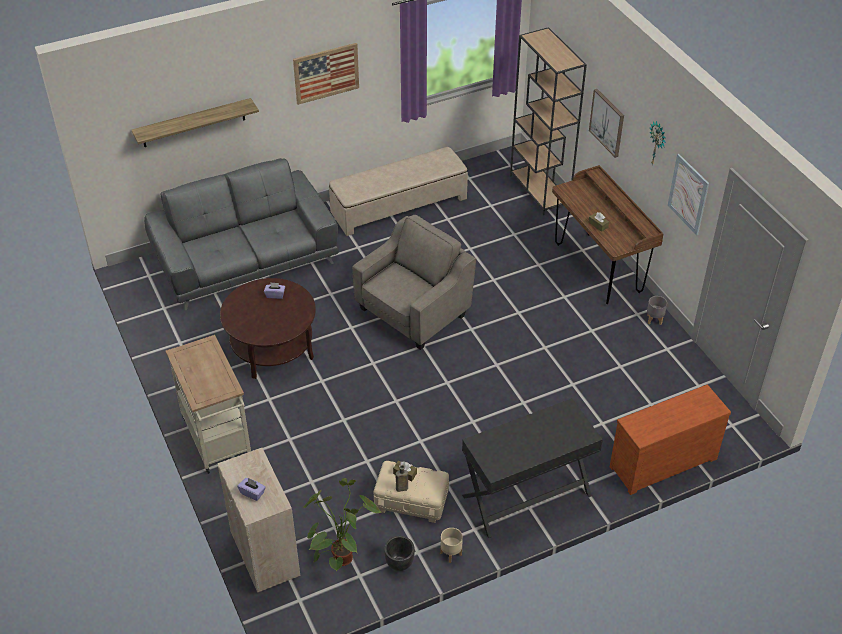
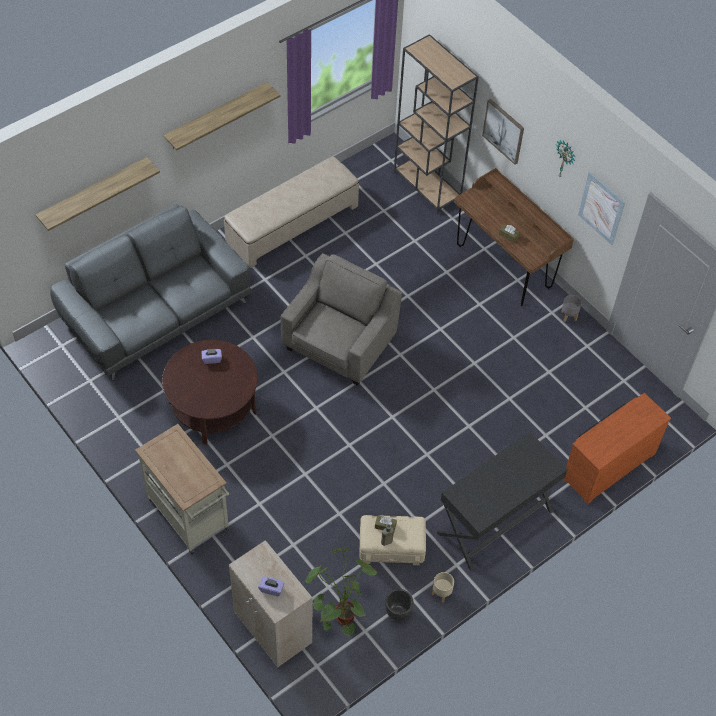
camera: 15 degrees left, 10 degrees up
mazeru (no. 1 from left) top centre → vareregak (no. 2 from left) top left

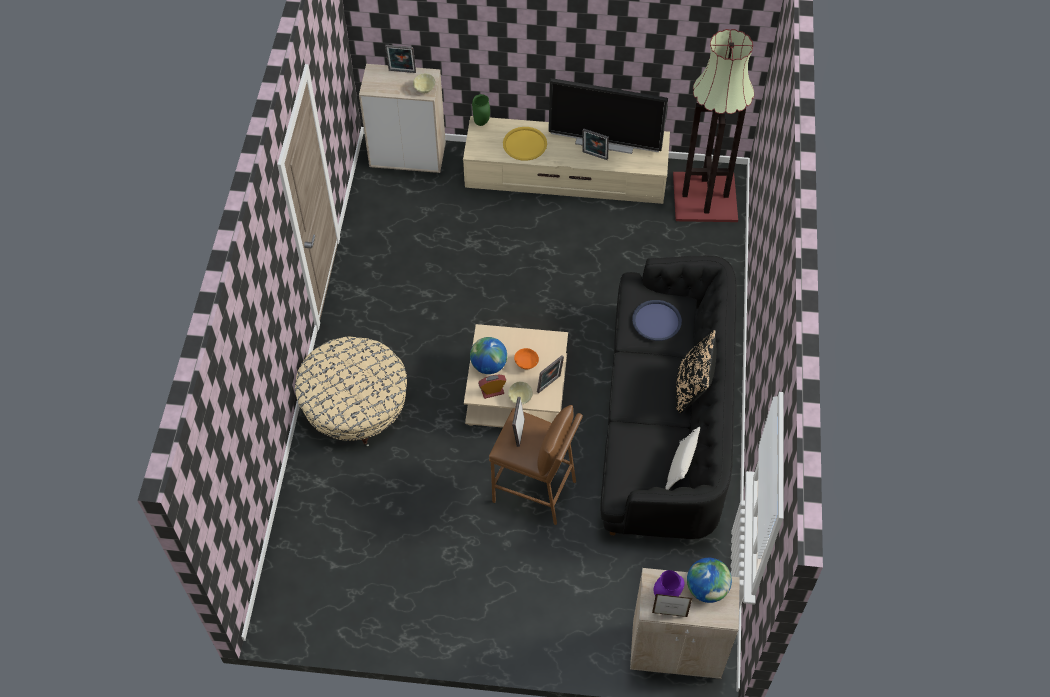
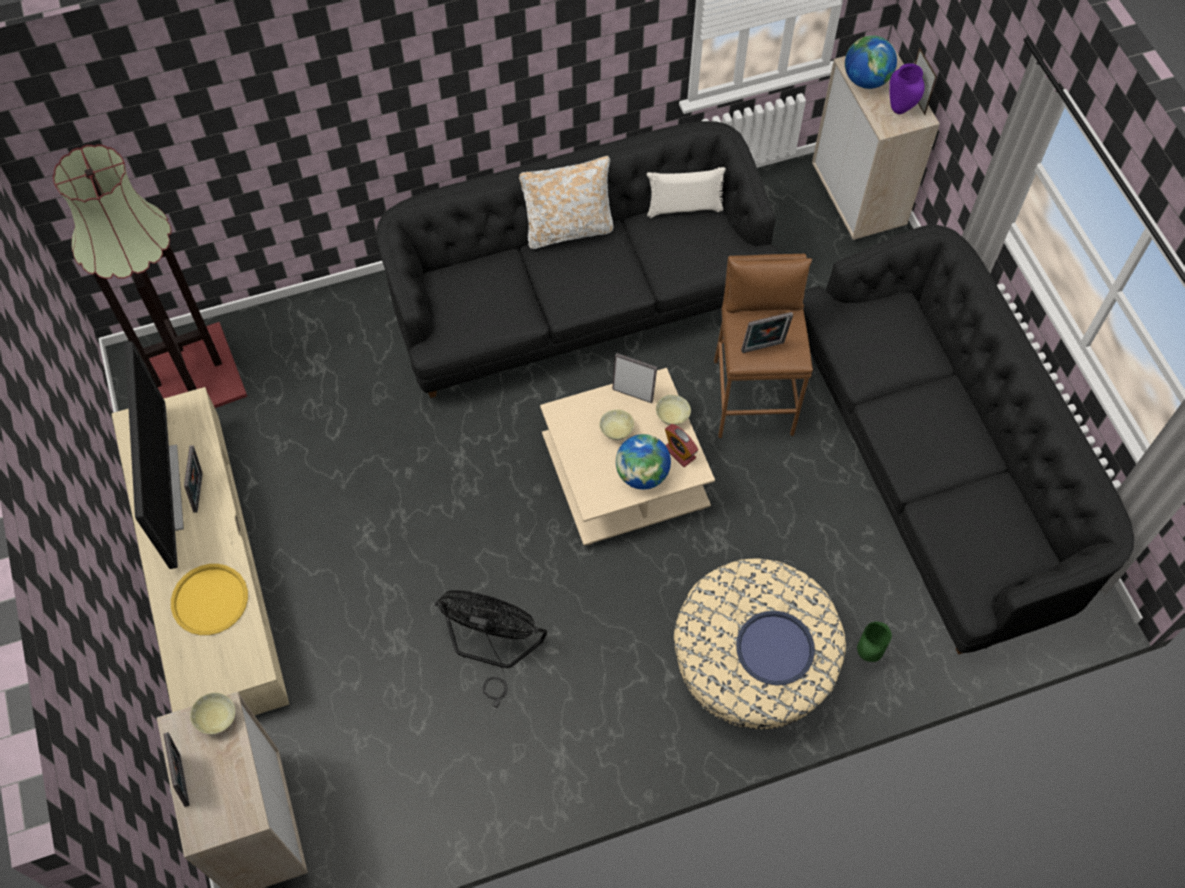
camera: 115 degrees left, 5 degrees up
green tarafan top centre → green tarafan bottom right, relocated
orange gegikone centre → beige gegikone (no. 2 from left) centre
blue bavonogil centre → blue bavonogil bottom centre, relocated
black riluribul centre → white riluribul (no. 1 from left) top centre
- → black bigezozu bottom centre
- → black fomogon (no. 2 from left) middle right

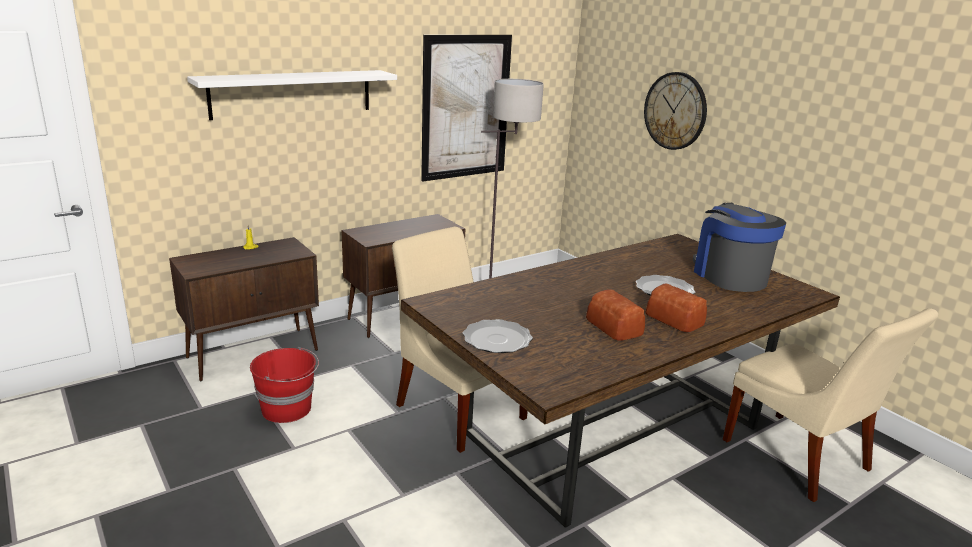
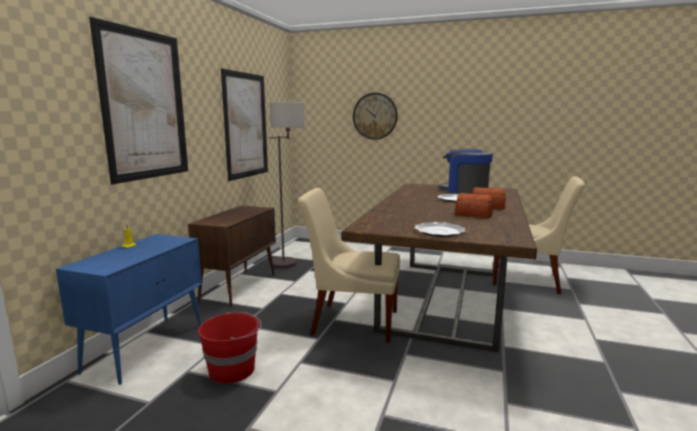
camera: 35 degrees left, 10 degrees down
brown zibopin (no. 1 from left) middle left → blue zibopin bottom left
white vareregak top left → mazeru (no. 1 from left) top left

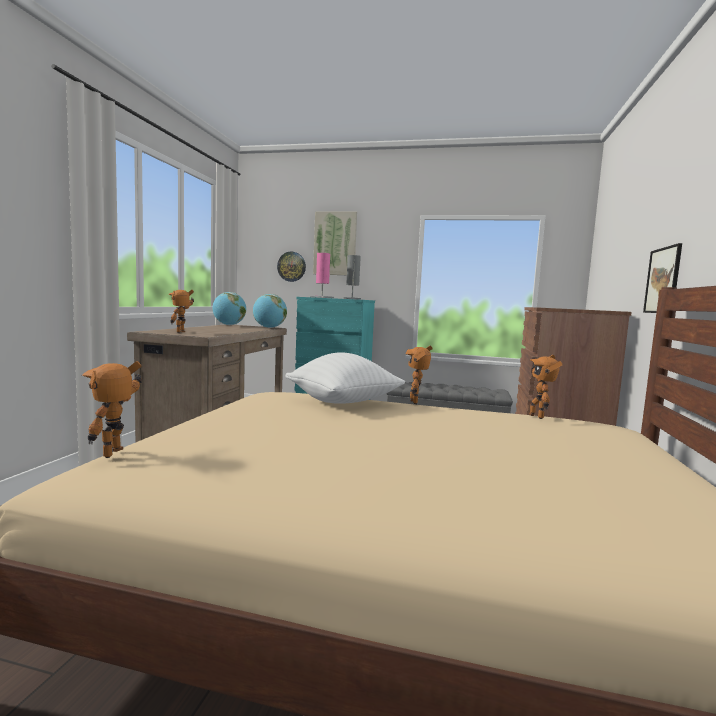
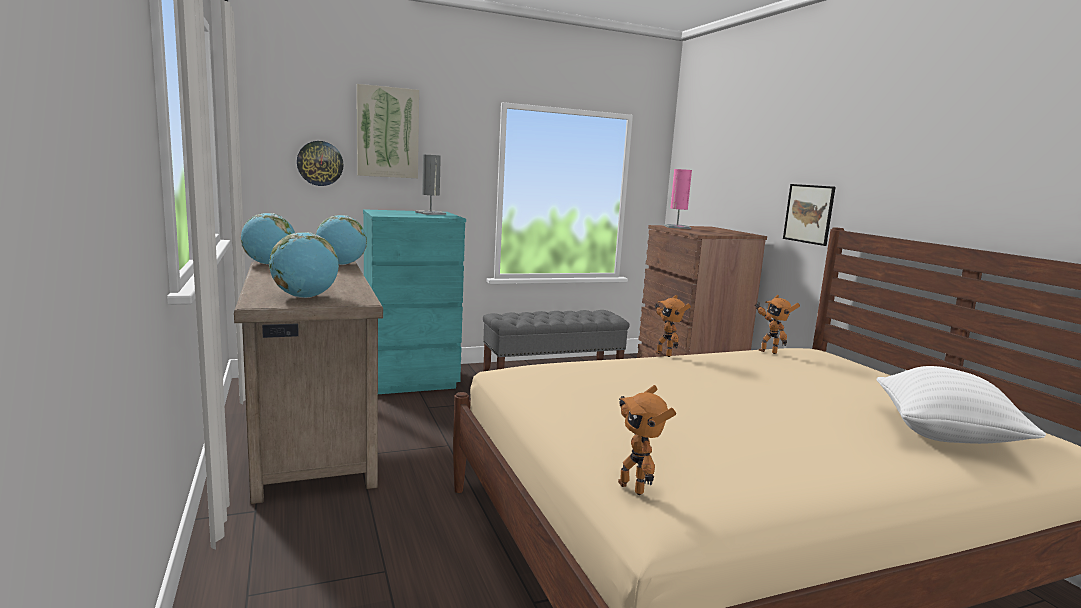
camera: 35 degrees left, 5 degrees up
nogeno (no. 2 from left) middle left → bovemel (no. 2 from left) middle left
white riluribul centre → white riluribul middle right, relocated
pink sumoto centre → pink sumoto top centre, relocated

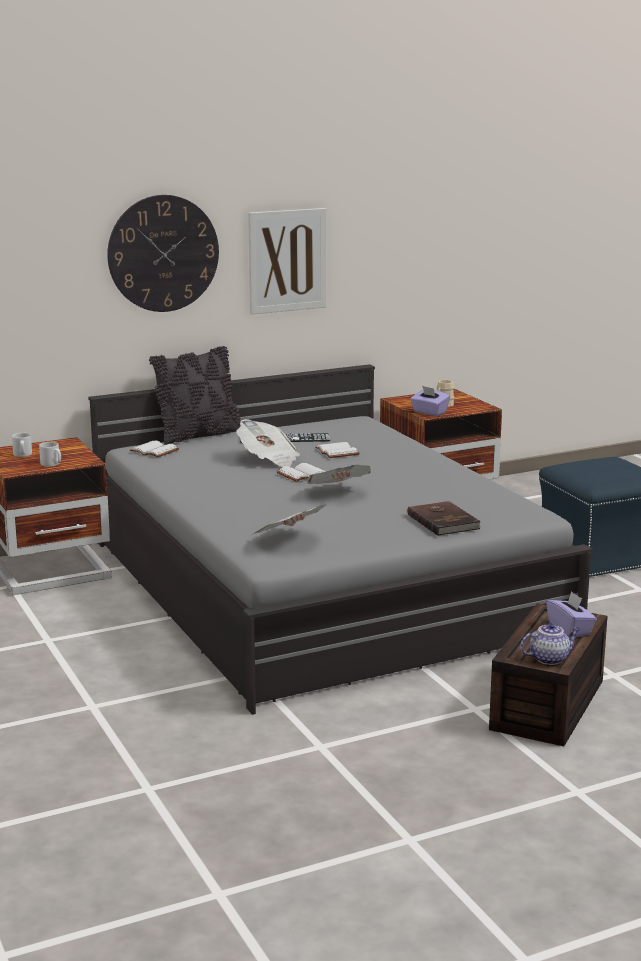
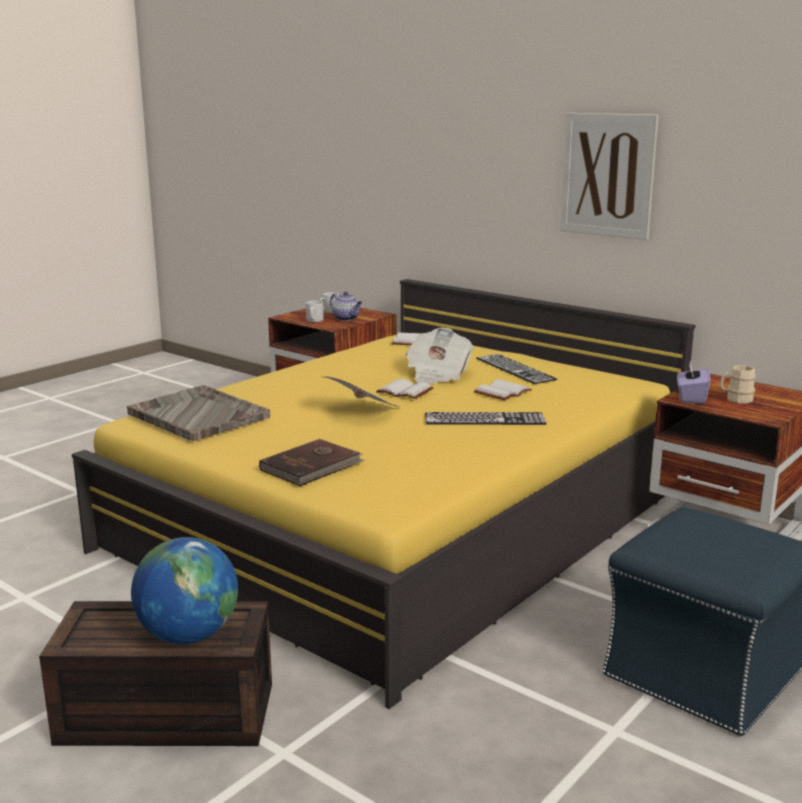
camera: 65 degrees right, 0 degrees up
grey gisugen centre → yellow gisugen centre
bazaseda top left → -
black riluribul middle left → -
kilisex (no. 2 from left) centre → grey bavonogil middle left
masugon bottom right → masugon centre, relocated
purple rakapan (no. 2 from left) middle right → bovemel bottom left
- → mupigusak (no. 1 from left) centre

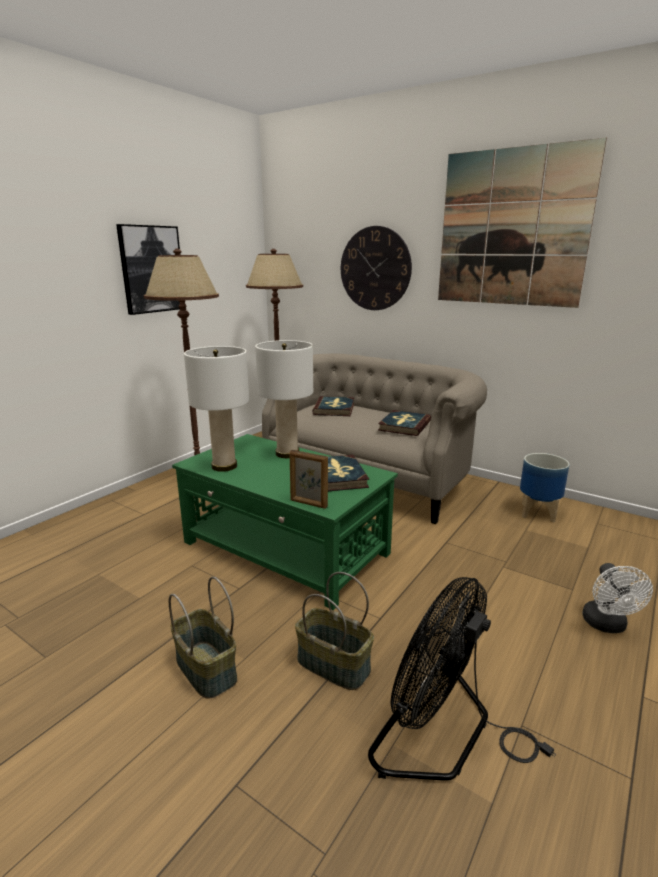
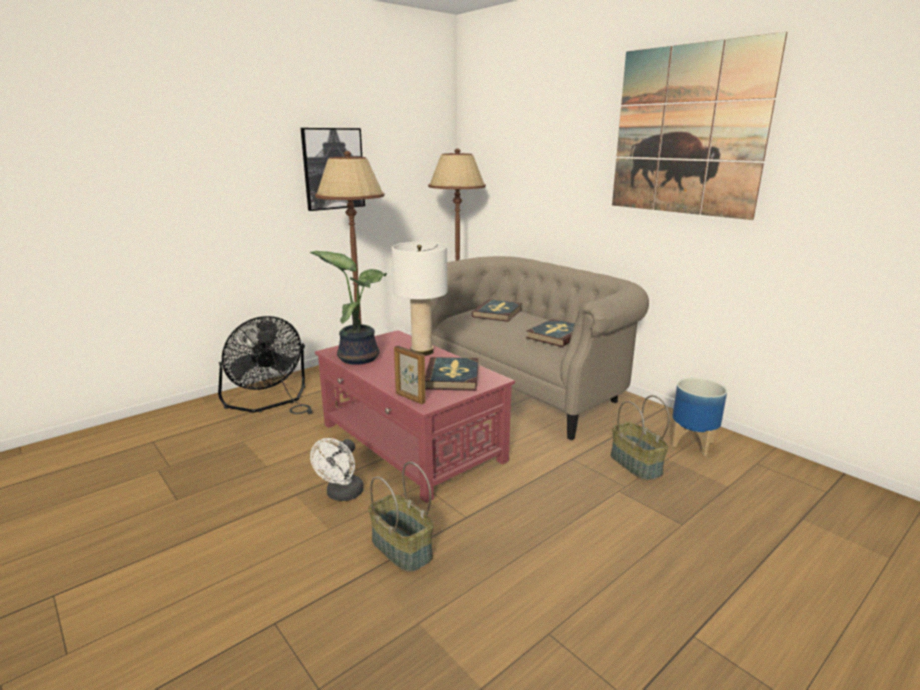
camera: 15 degrees right, 0 degrees up
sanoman (no. 1 from left in the first image) bottom left → sanoman (no. 2 from left) middle right, relocated
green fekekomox centre → red fekekomox centre
white sumoto (no. 1 from left) middle left → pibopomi centre
bazaseda top centre → -
black bigezozu bottom right → black bigezozu middle left, relocated
white bigezozu bottom right → white bigezozu bottom centre, relocated

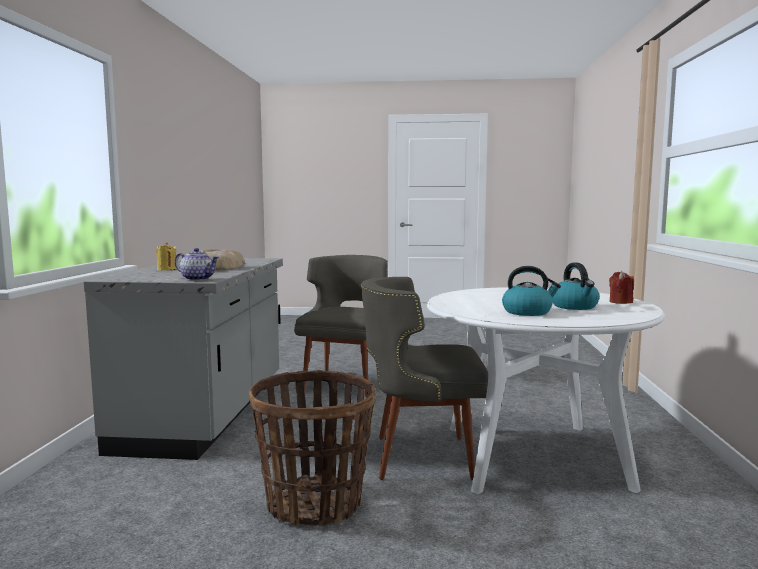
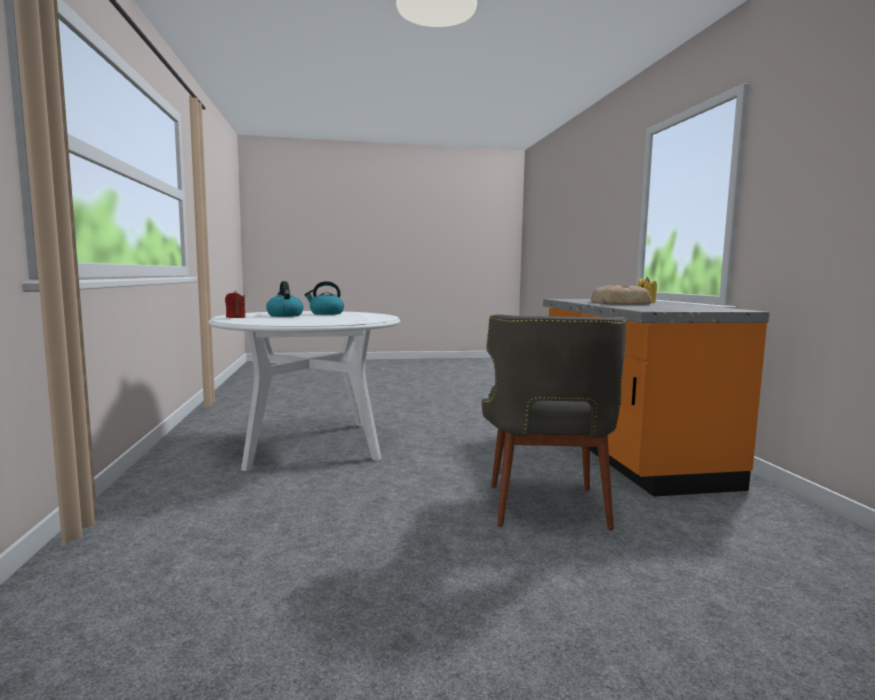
camera: 165 degrees right, 0 degrees up
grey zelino middle left → orange zelino middle right
masugon middle left → -
sanoman bottom centre → -
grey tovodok (no. 2 from left) centre → -

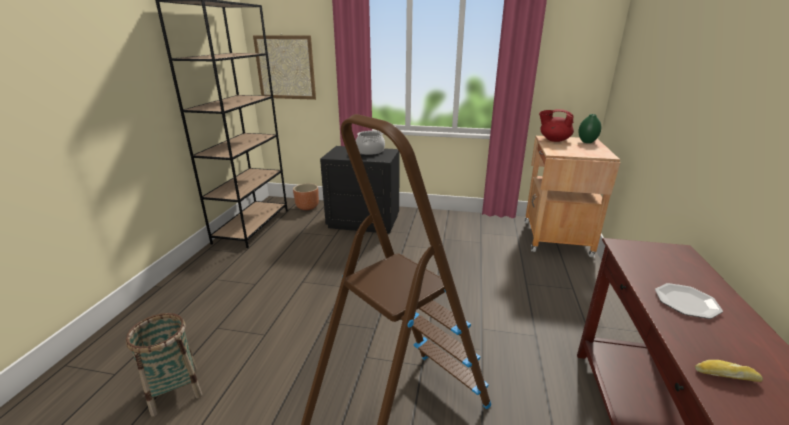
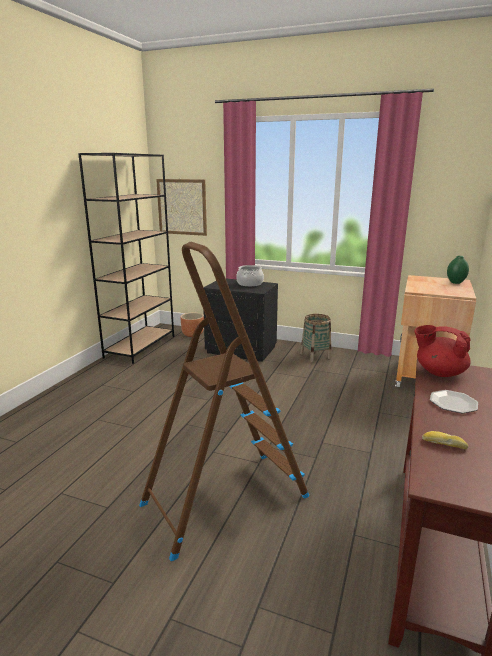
camera: 10 degrees right, 5 degrees down
sanoman bottom left → sanoman centre, relocated
red masugon top right → red masugon middle right, relocated

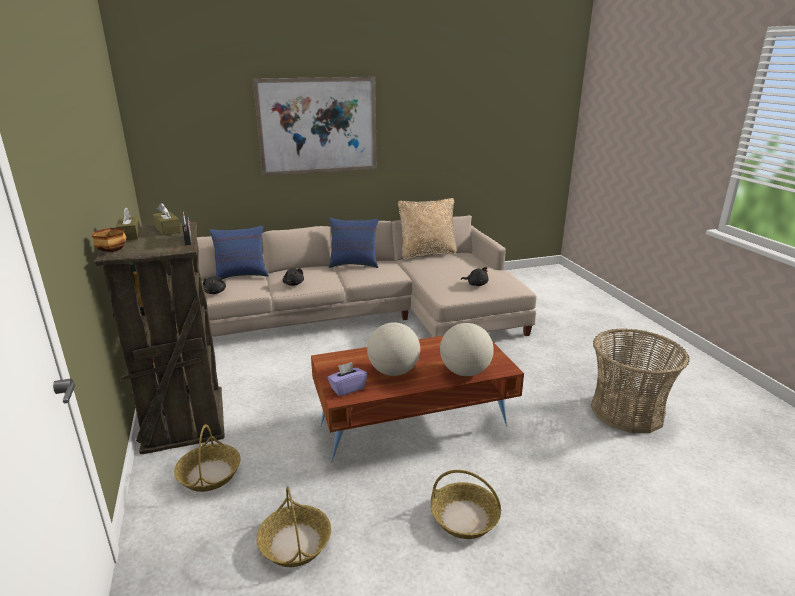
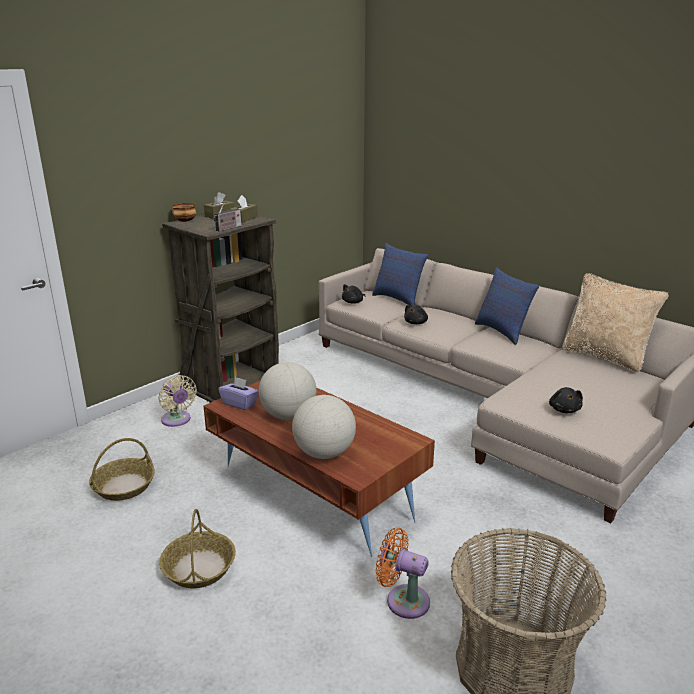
camera: 60 degrees right, 0 degrees up
sanoman (no. 1 from left) bottom left → beige bigezozu middle left
mazeru top centre → -
- → orange bigezozu bottom centre

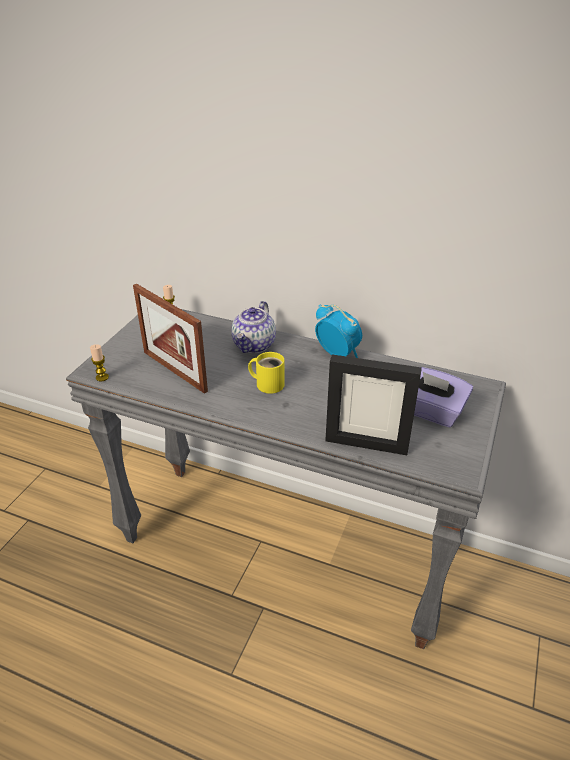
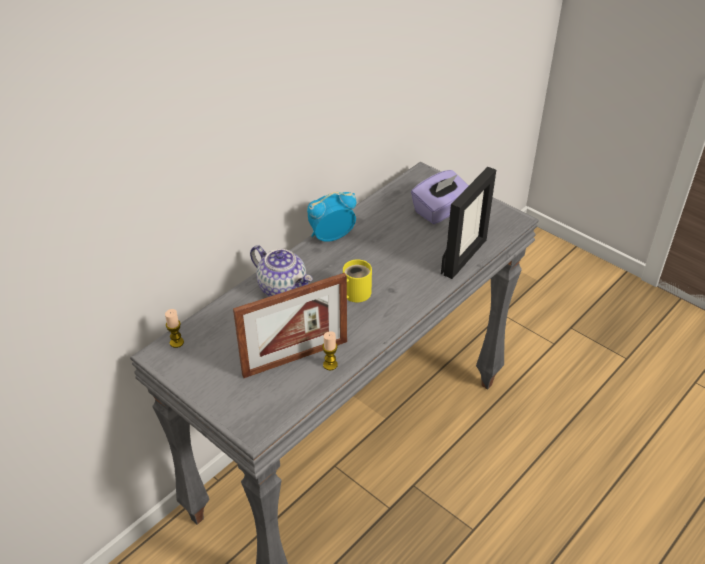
camera: 70 degrees left, 5 degrees up
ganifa (no. 1 from left in the first image) middle left → ganifa (no. 2 from left) centre, relocated

